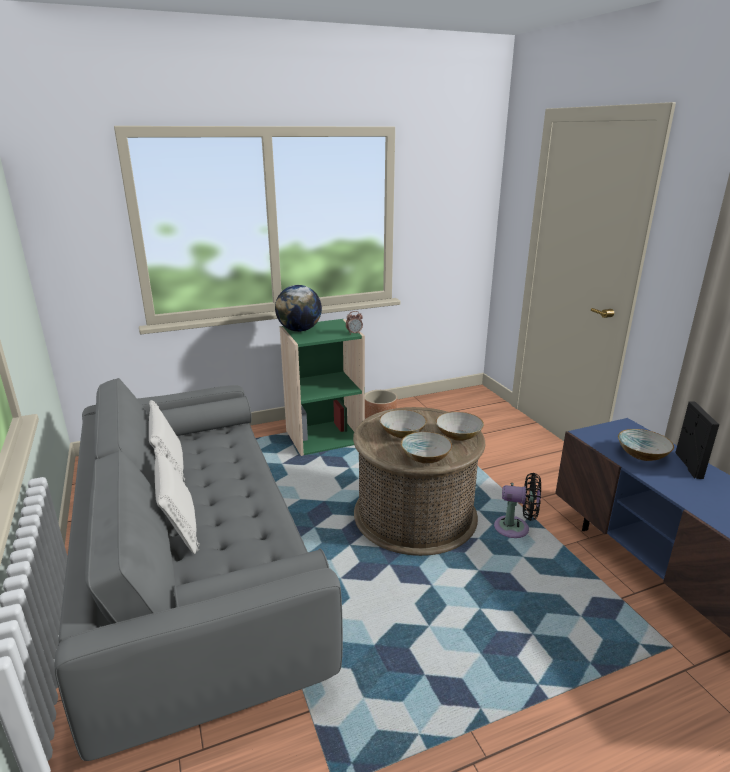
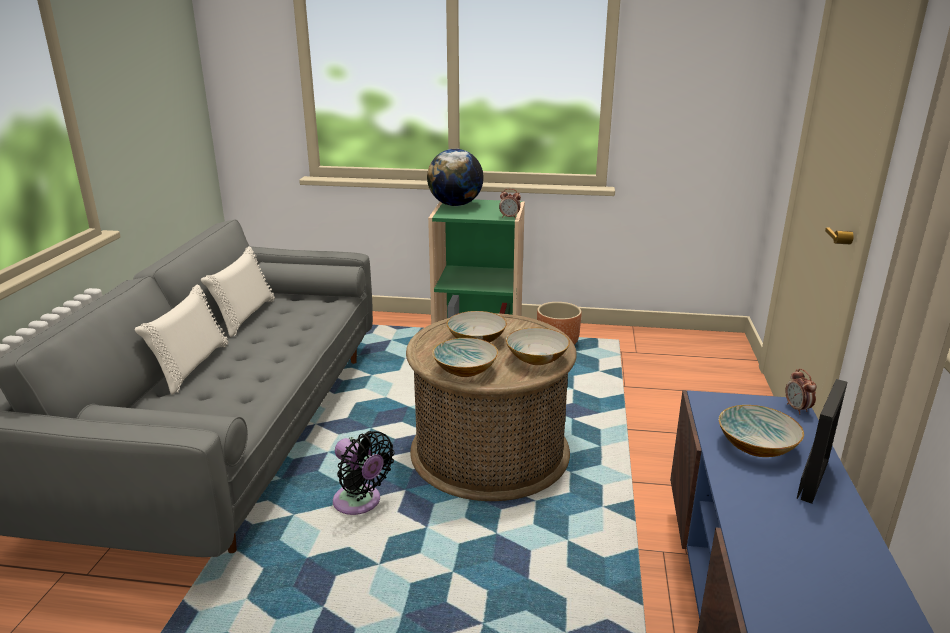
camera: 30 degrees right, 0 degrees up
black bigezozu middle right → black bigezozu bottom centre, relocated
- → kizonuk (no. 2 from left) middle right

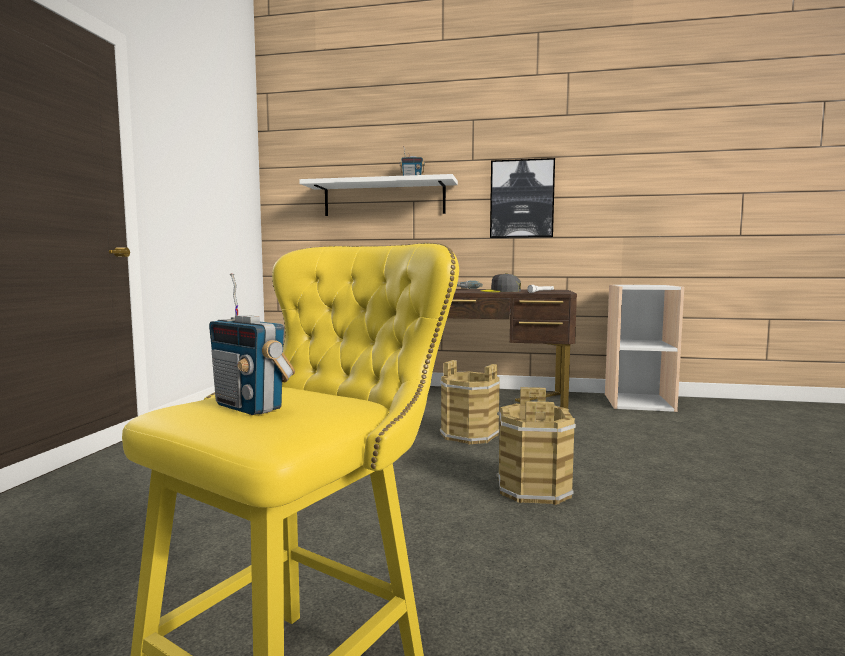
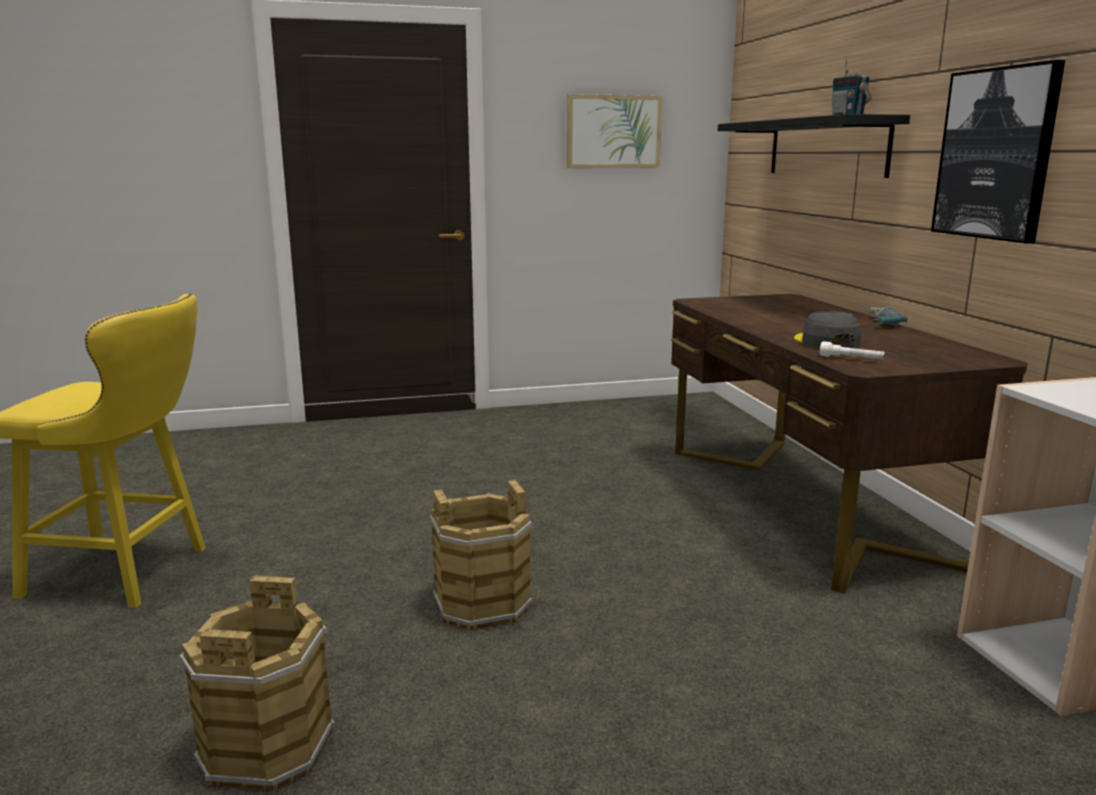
camera: 65 degrees right, 10 degrees up
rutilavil (no. 1 from left) middle left → -
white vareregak top centre → black vareregak top right
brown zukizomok (no. 1 from left) centre → brown zukizomok (no. 1 from left) bottom left, relocated
- → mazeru (no. 1 from left) top centre

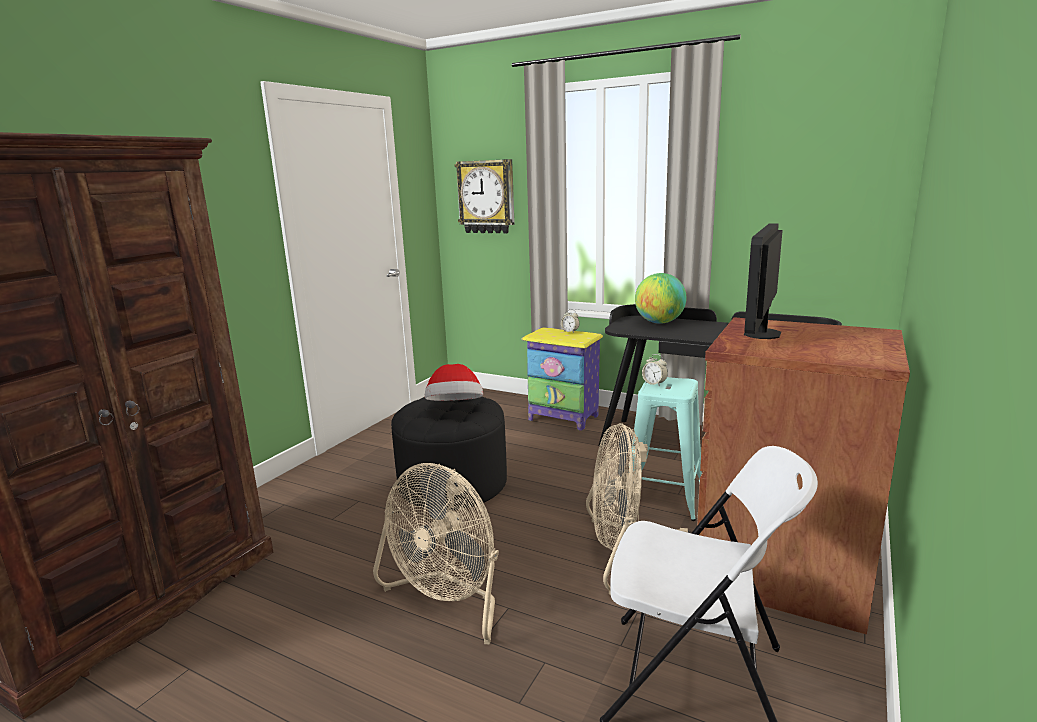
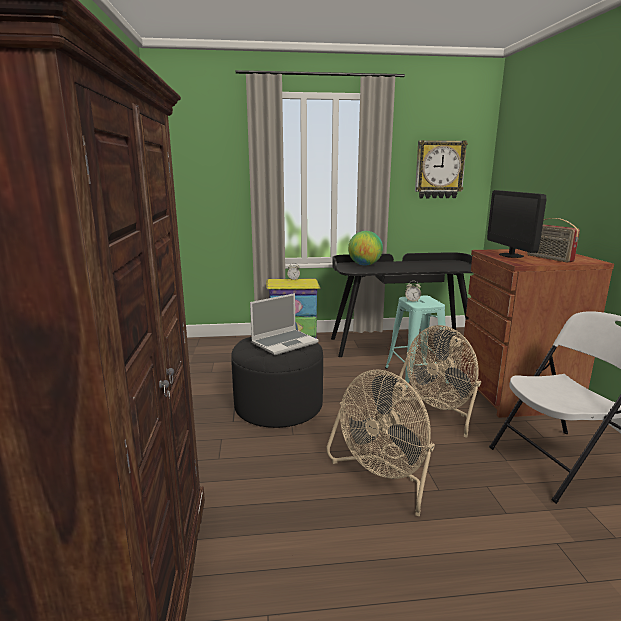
camera: 35 degrees left, 0 degrees up
beige bigezozu (no. 1 from left) bottom centre, 45 degrees clockwise
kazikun centre → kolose centre
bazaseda top centre → bazaseda top right, relocated
- → rutilavil middle right

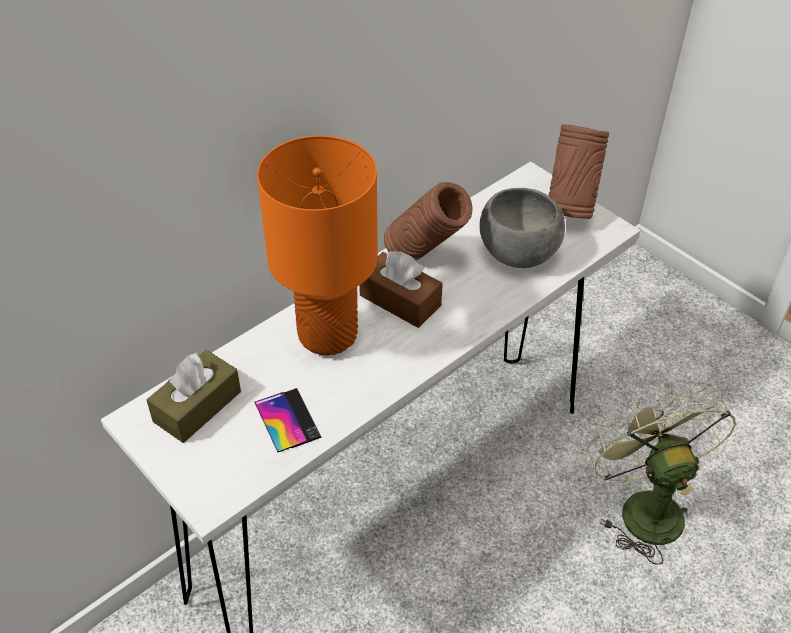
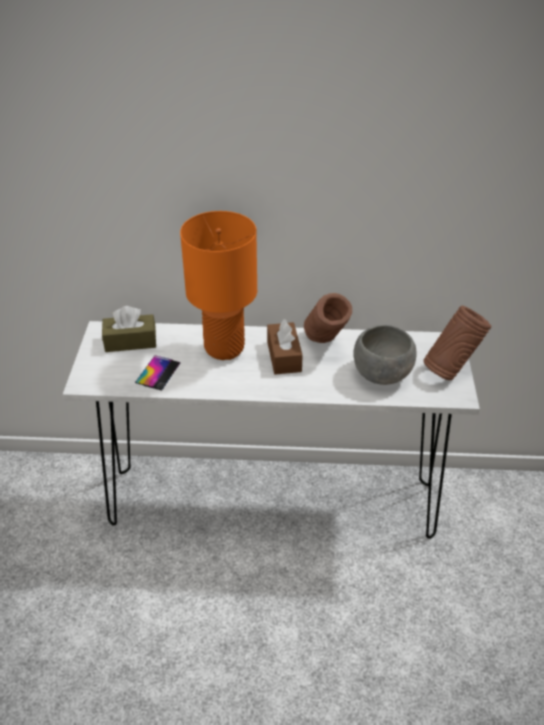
camera: 45 degrees right, 5 degrees down
green bigezozu bottom right → -

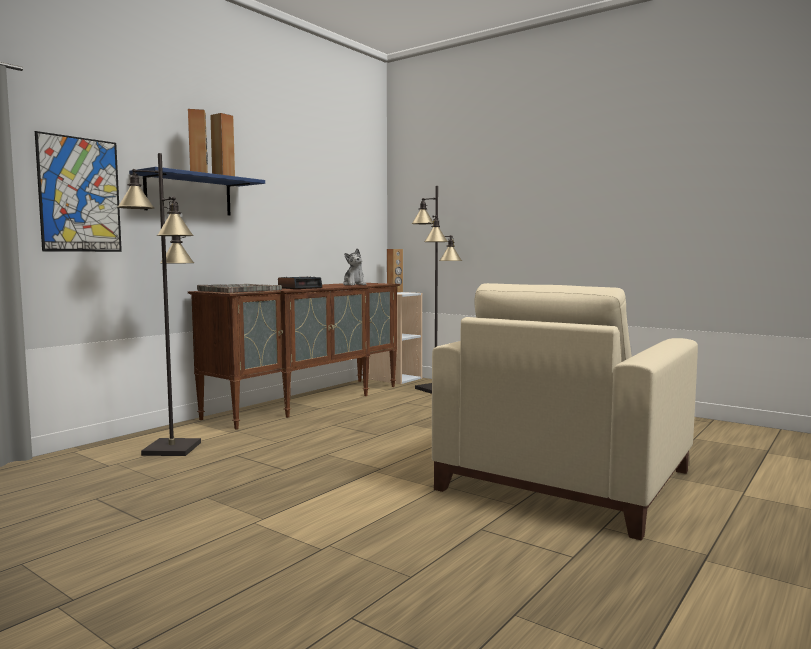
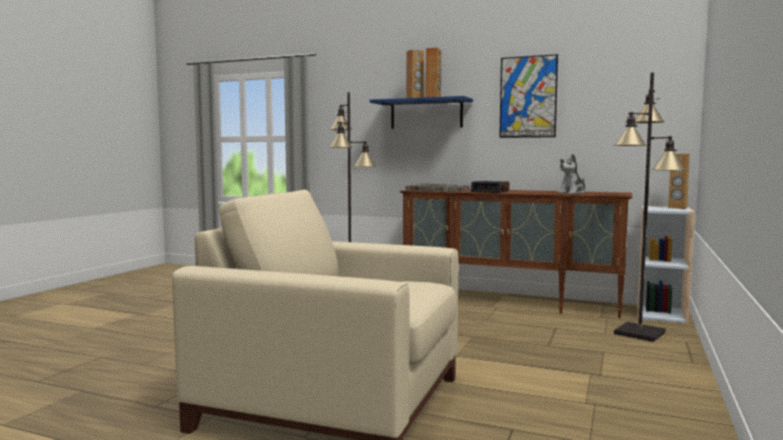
camera: 75 degrees right, 0 degrees up
mazeru top left → mazeru top right, relocated

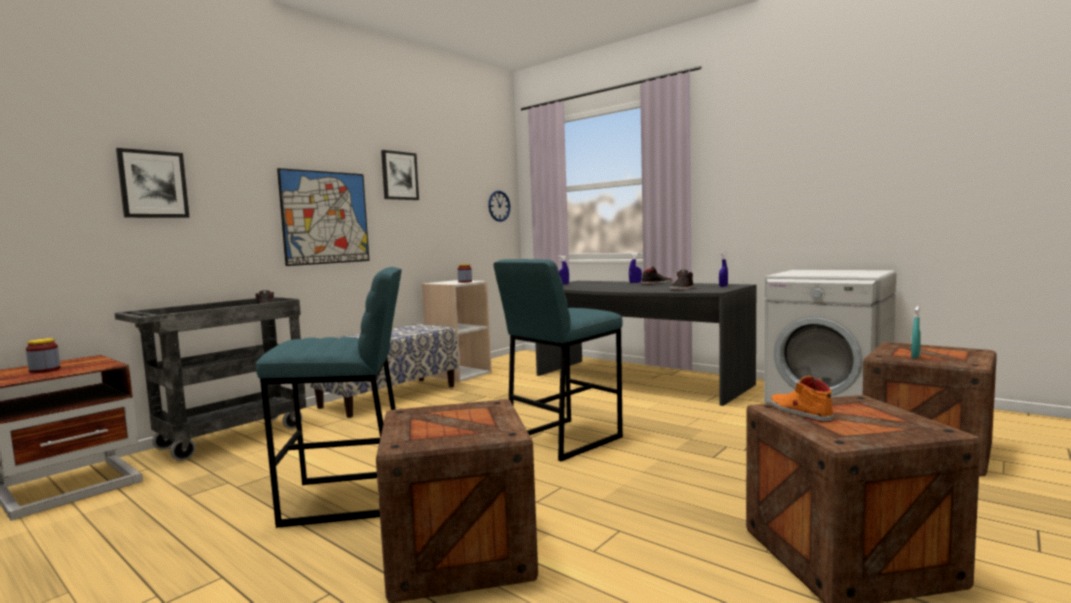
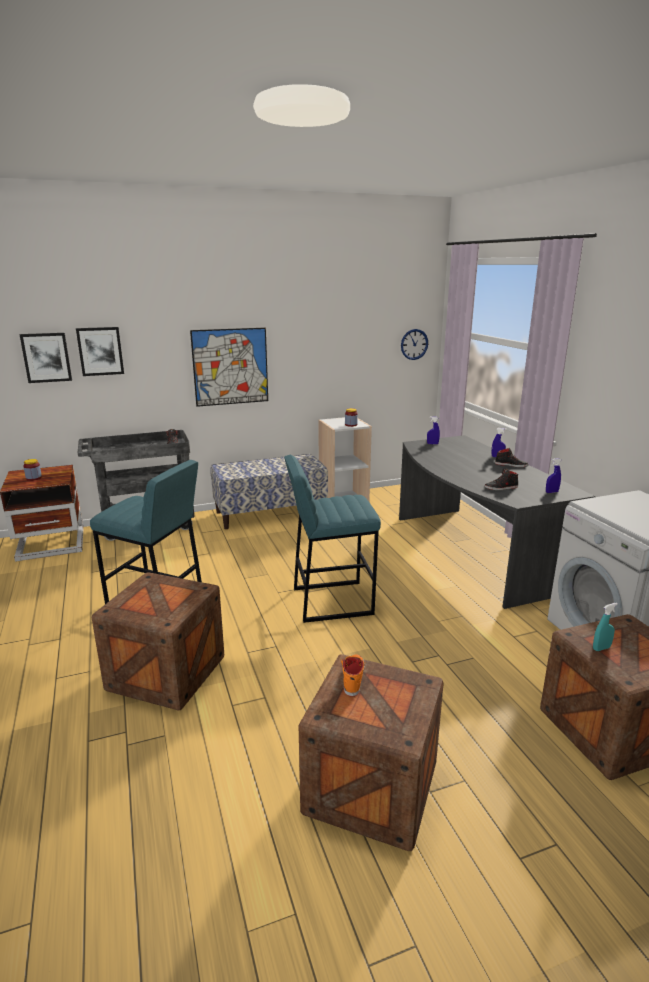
camera: 30 degrees right, 15 degrees up
mazeru (no. 3 from left in the first image) top centre → mazeru (no. 1 from left) middle left, relocated

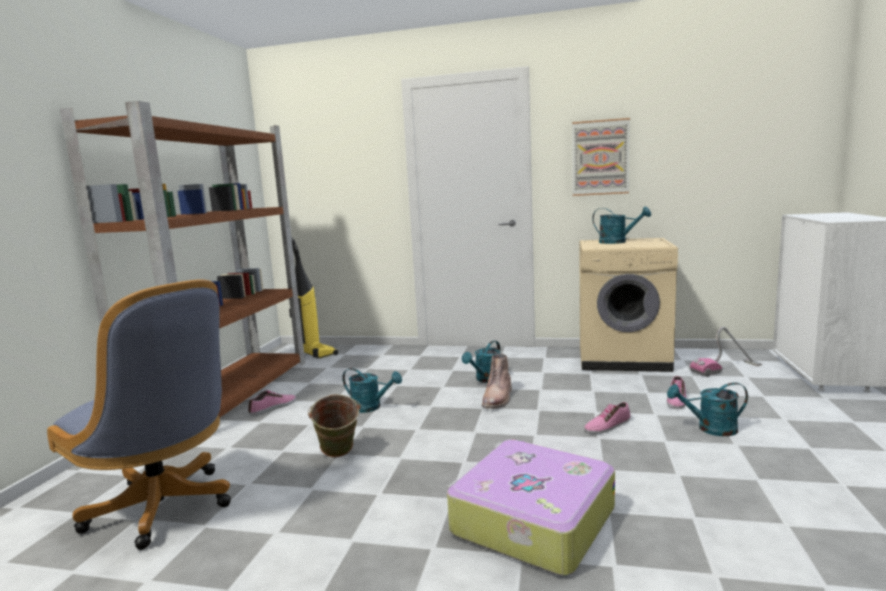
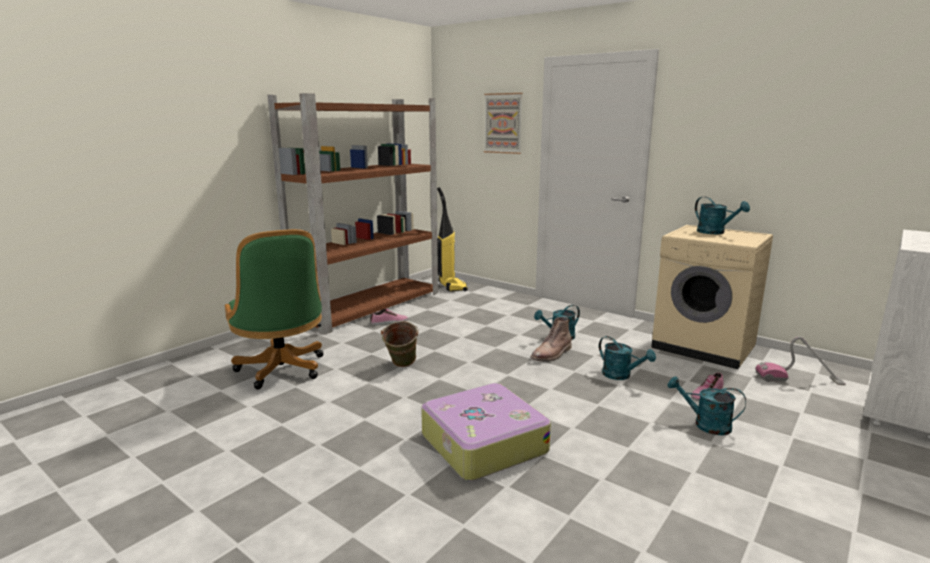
camera: 25 degrees right, 5 degrees up
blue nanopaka bottom left → green nanopaka middle left
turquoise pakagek (no. 1 from left in the first image) centre → turquoise pakagek (no. 2 from left) middle right, relocated
mazeru top right → mazeru top centre, relocated
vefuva (no. 2 from left) bottom right → -

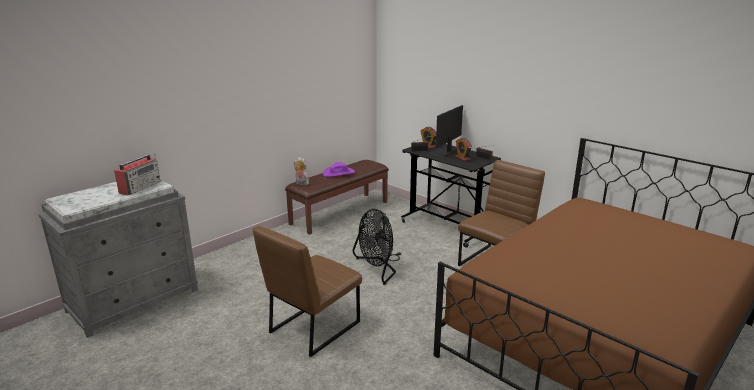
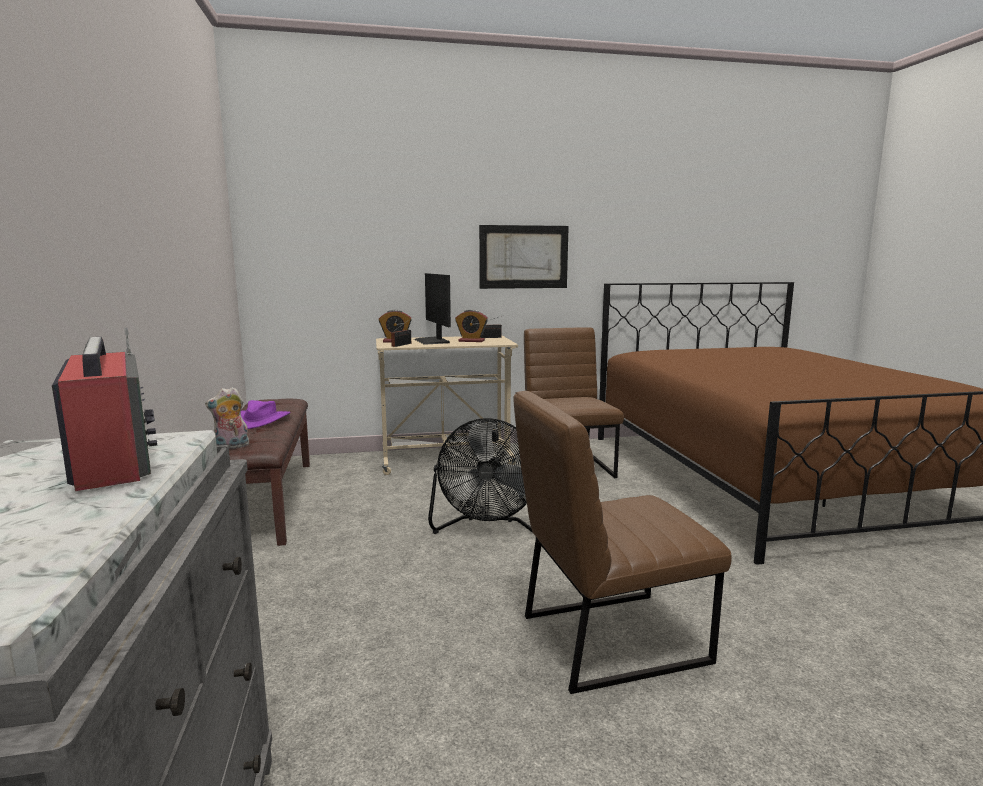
camera: 55 degrees left, 10 degrees down
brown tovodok (no. 1 from left in the first image) bottom centre → brown tovodok (no. 2 from left) bottom centre, 90 degrees clockwise
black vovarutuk centre → beige vovarutuk centre
- → mazeru top centre

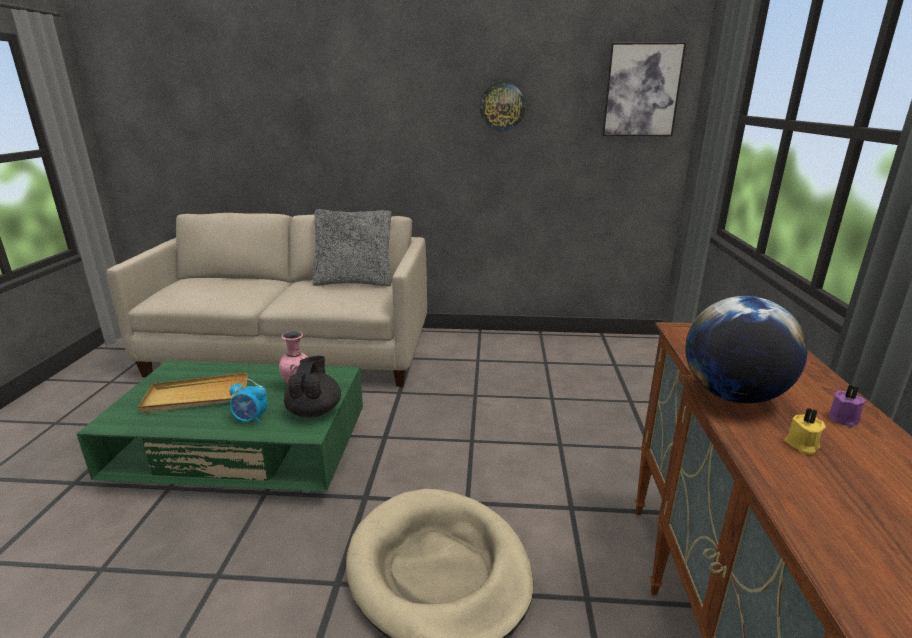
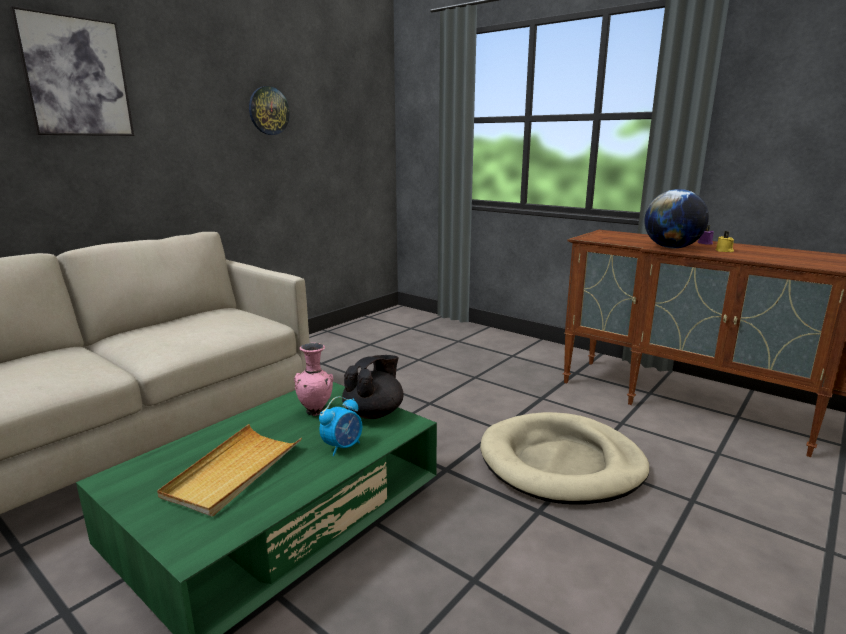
camera: 55 degrees left, 5 degrees down
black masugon centre, 90 degrees clockwise
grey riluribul centre → -
mazeru top right → mazeru top left, relocated

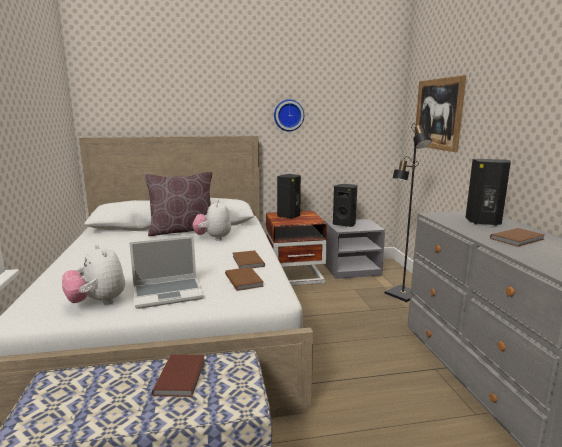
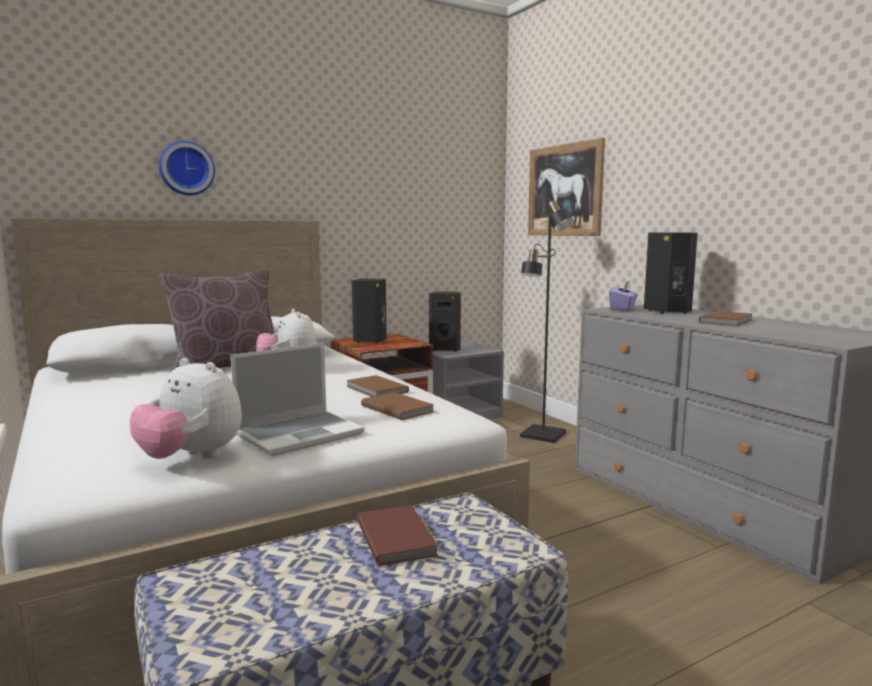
camera: 20 degrees left, 5 degrees down
bazaseda top centre → bazaseda top left, relocated
- → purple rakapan middle right

